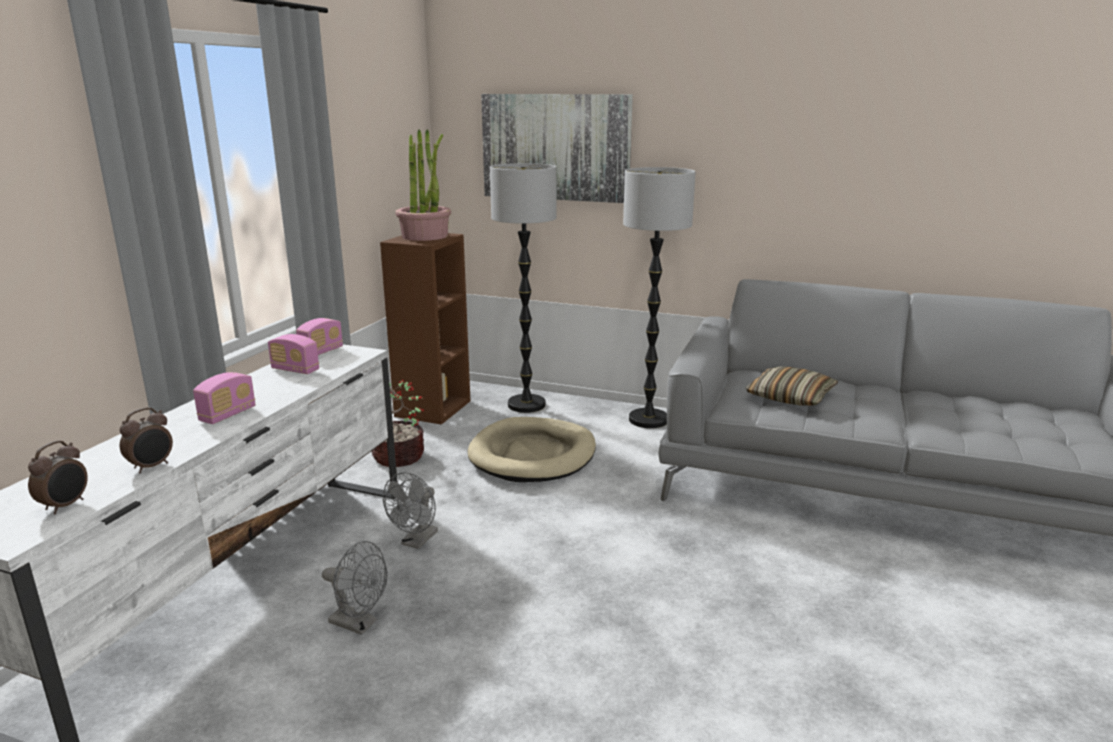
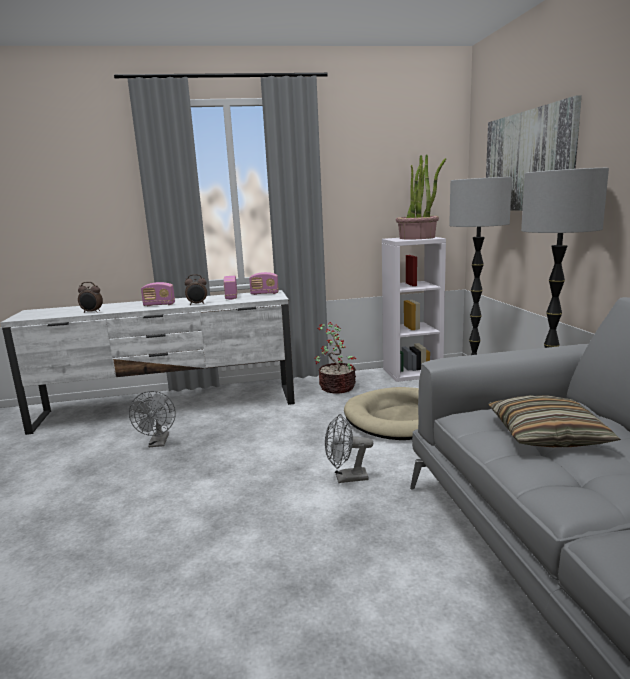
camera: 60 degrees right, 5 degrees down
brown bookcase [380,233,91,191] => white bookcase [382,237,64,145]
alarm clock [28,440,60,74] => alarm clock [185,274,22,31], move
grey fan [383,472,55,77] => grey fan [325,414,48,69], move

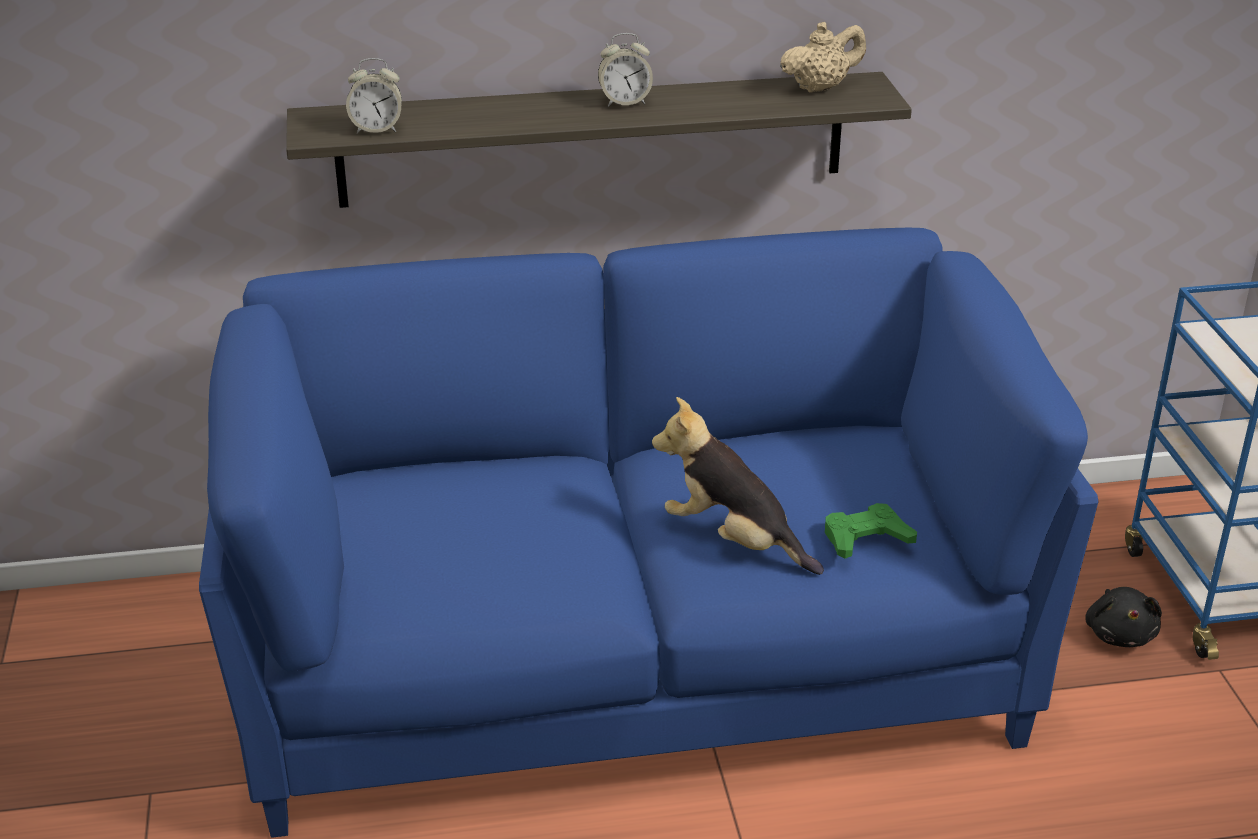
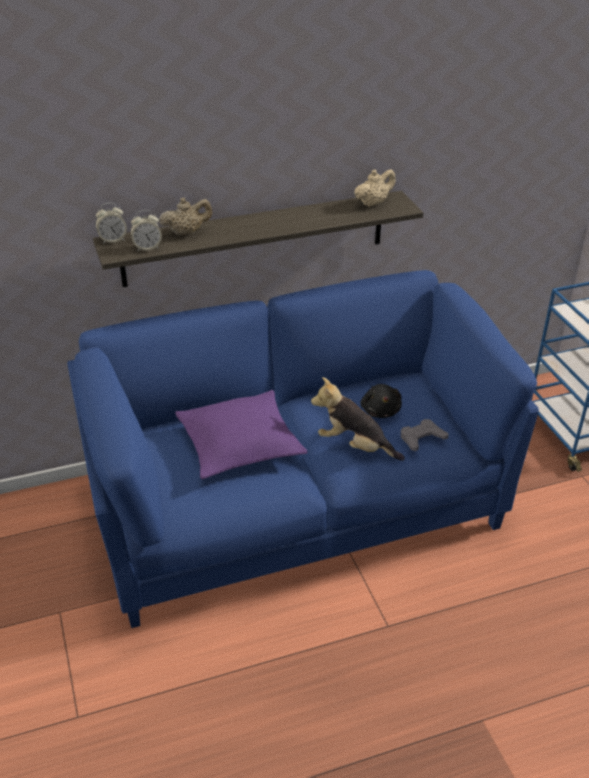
camera: 10 degrees left, 5 degrees up
alarm clock [598,33,55,74] => alarm clock [96,203,31,41], move
green game controller [825,503,92,56] => grey game controller [401,419,47,32]
black plush toy [1085,587,77,60] => black plush toy [360,384,42,34], move
nothing => beige teapot [159,198,53,38]
nothing => purple pillow [175,390,133,89]

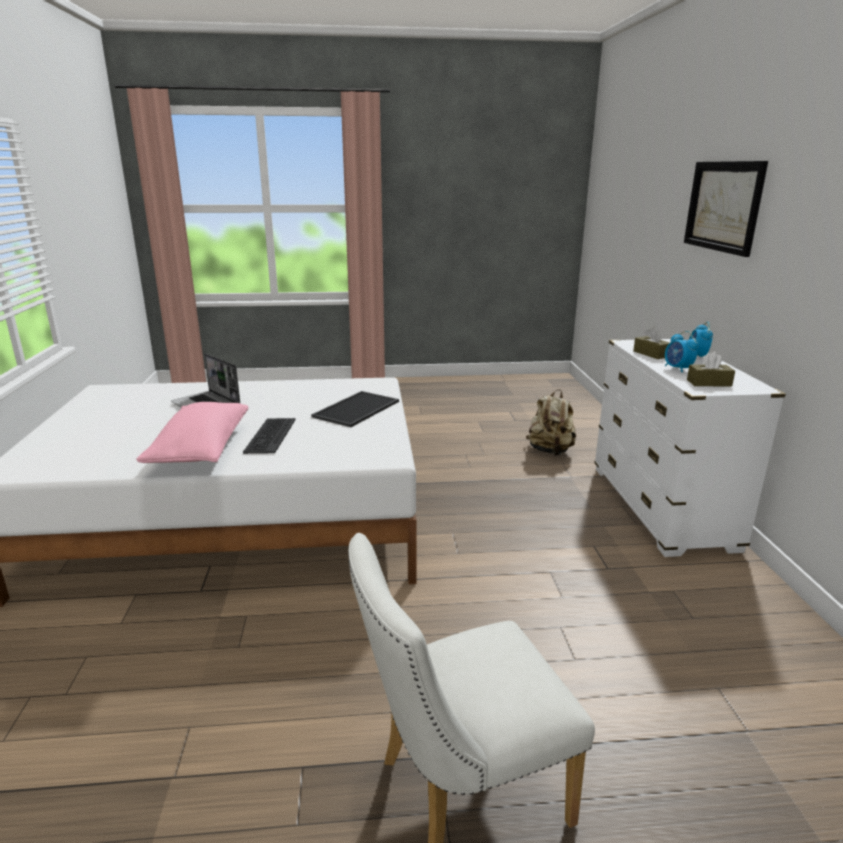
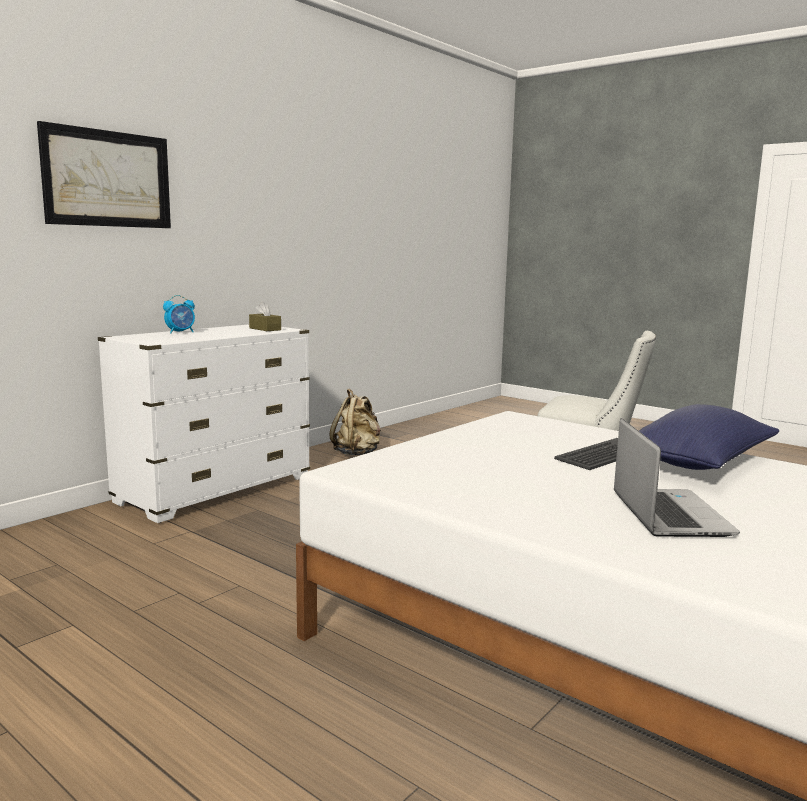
camera: 135 degrees left, 10 degrees down
brown tissue box [633,327,37,32] => nothing
alarm clock [665,331,33,42] => nothing
beige backpack [526,389,50,67] => beige backpack [330,389,51,66], move
tray [311,391,88,36] => nothing
pink pillow [136,402,112,61] => blue pillow [639,404,140,66]

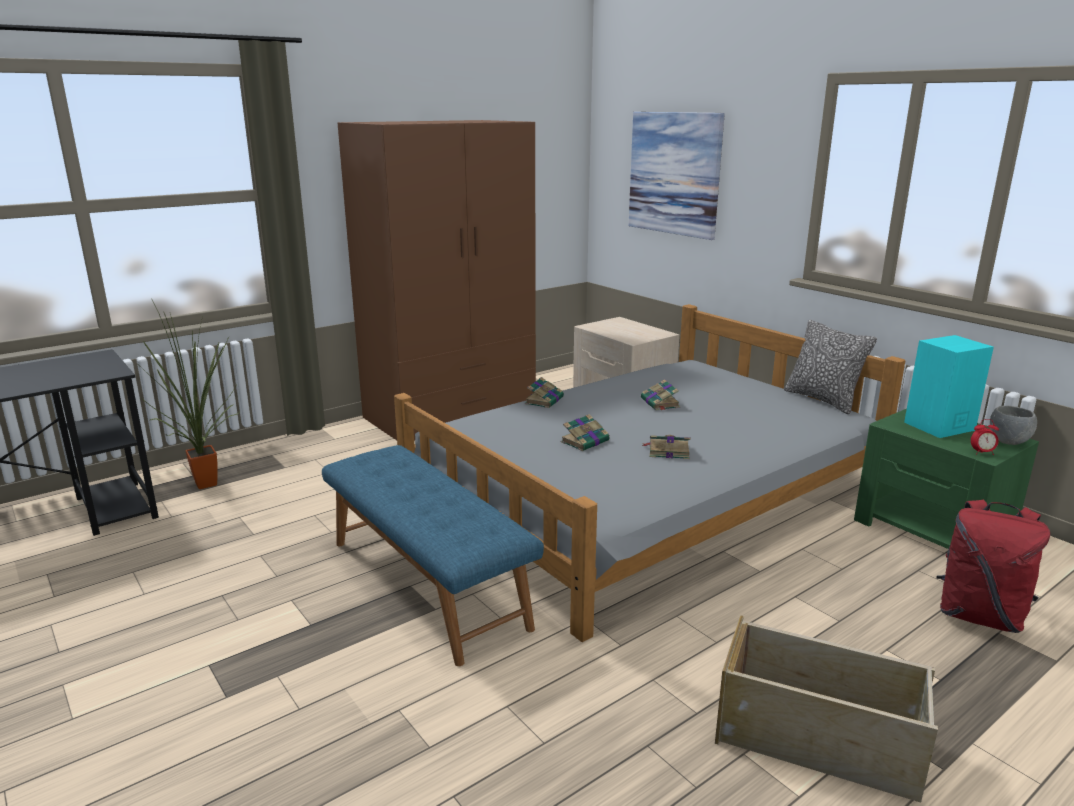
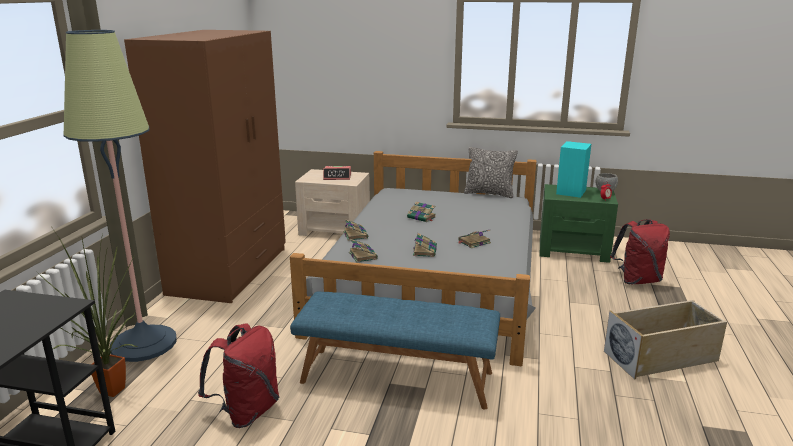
camera: 40 degrees left, 0 degrees up
picture [629,112,96,128] => nothing
nothing => floor lamp [63,30,114,332]
nothing => alarm clock [323,166,28,14]
nothing => book [349,239,29,24]
nothing => red backpack [198,323,81,105]

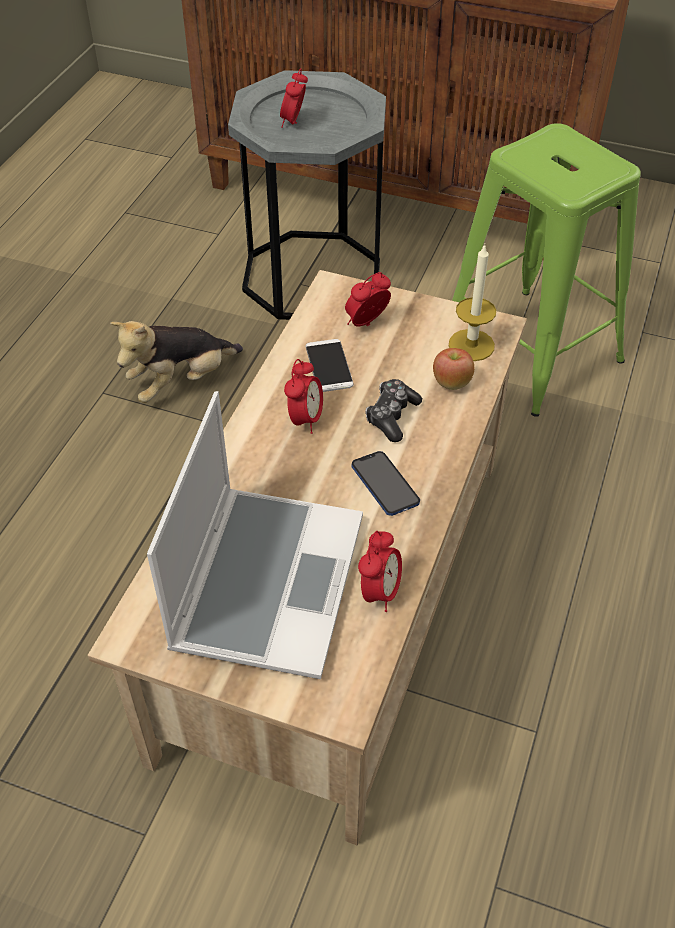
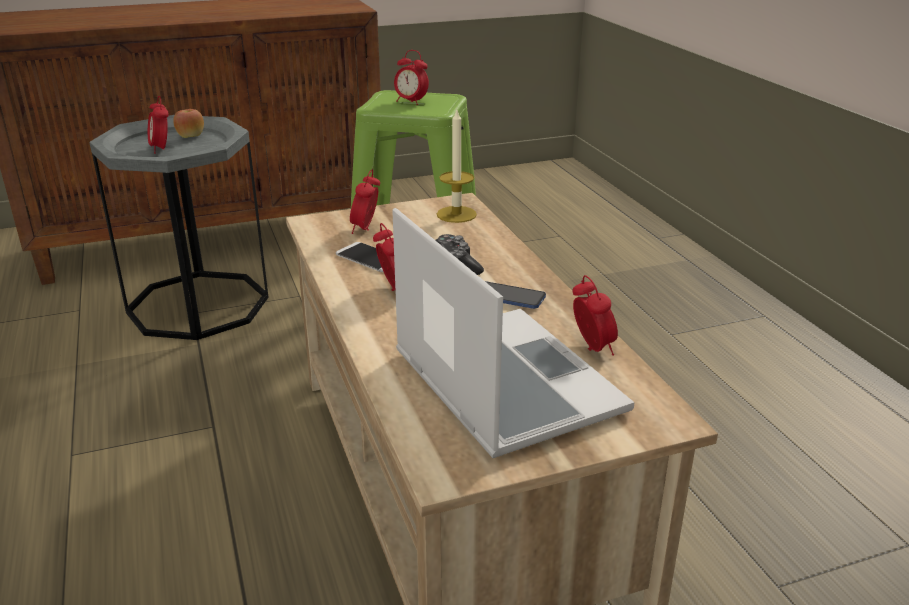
camera: 40 degrees left, 20 degrees down
plush toy [110,321,133,82] => nothing
apple [433,348,41,42] => apple [173,109,31,29], move
nothing => alarm clock [394,50,35,55]

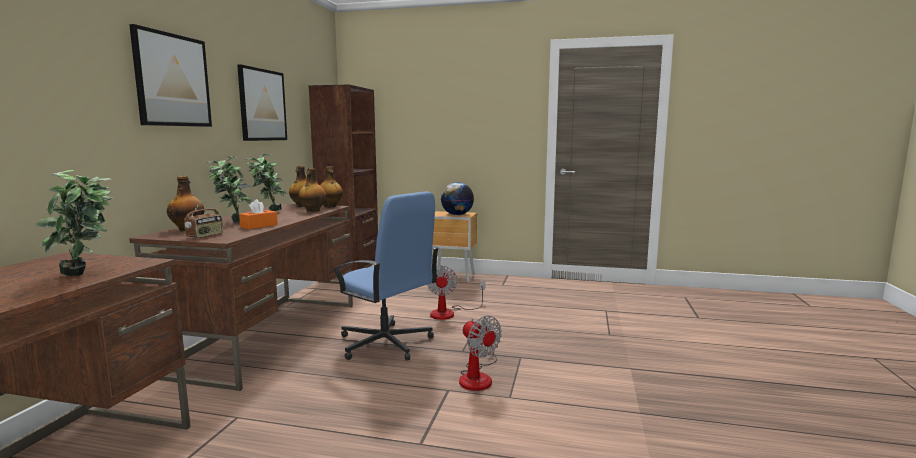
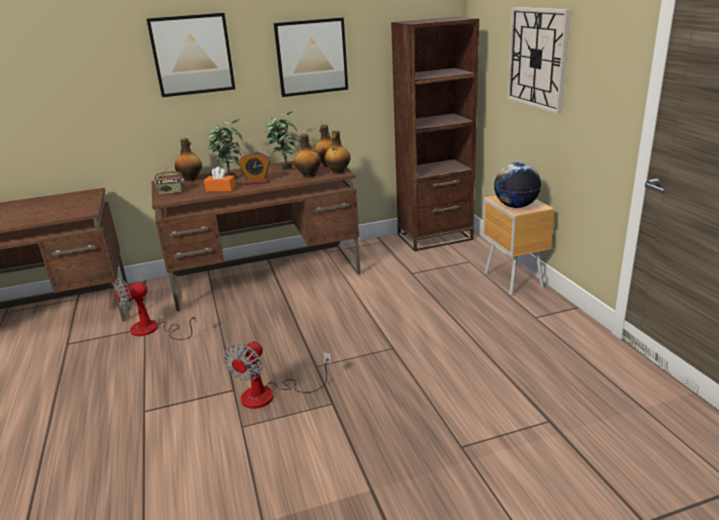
camera: 60 degrees right, 15 degrees up
potted plant [35,170,78,106] => nothing
blue office chair [332,192,107,169] => nothing
fan [427,266,58,54] => fan [114,279,83,61], move
nothing => wall clock [507,7,64,107]
nothing => alarm clock [238,151,32,34]

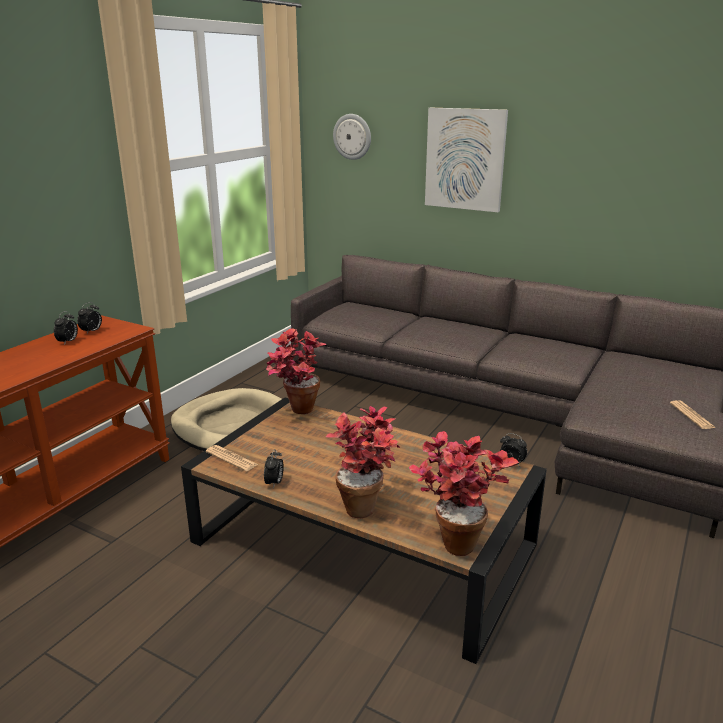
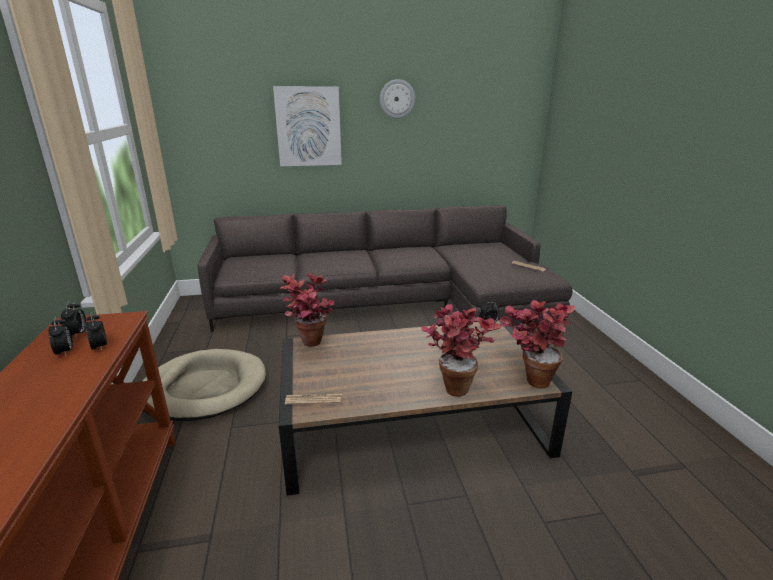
camera: 40 degrees left, 0 degrees up
wall clock [333,114,38,46] => wall clock [380,79,35,40], move
alarm clock [264,449,20,40] => alarm clock [85,312,22,39], move

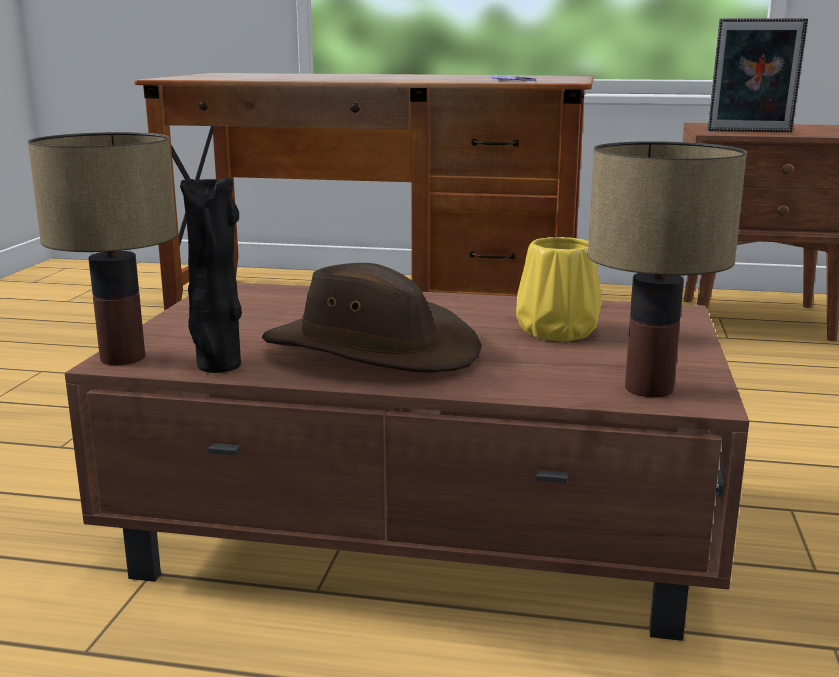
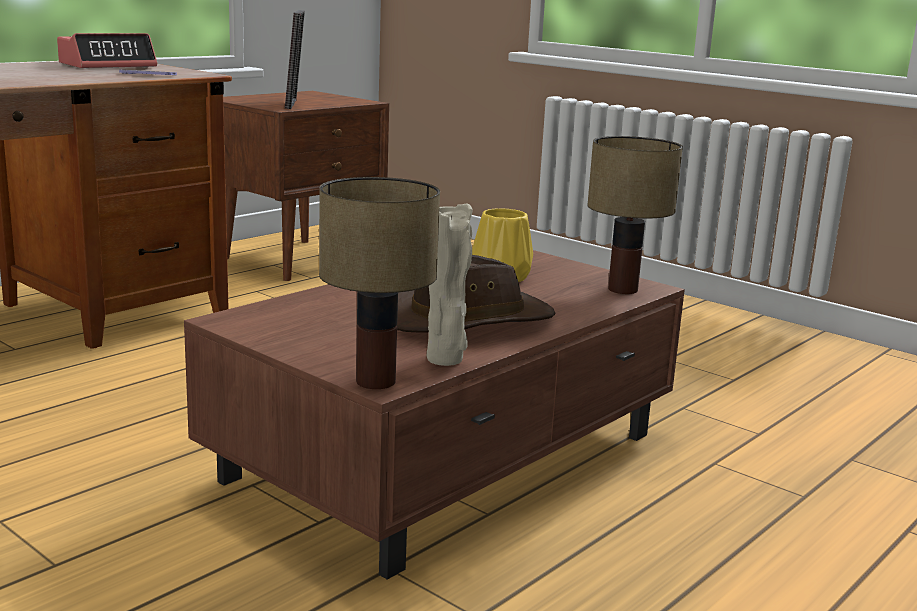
camera: 60 degrees left, 0 degrees up
picture frame [707,18,101,114] => picture frame [285,10,20,99], 45 degrees counterclockwise
black vase [180,177,62,196] => beige vase [427,204,46,162]
nothing => alarm clock [57,33,100,36]

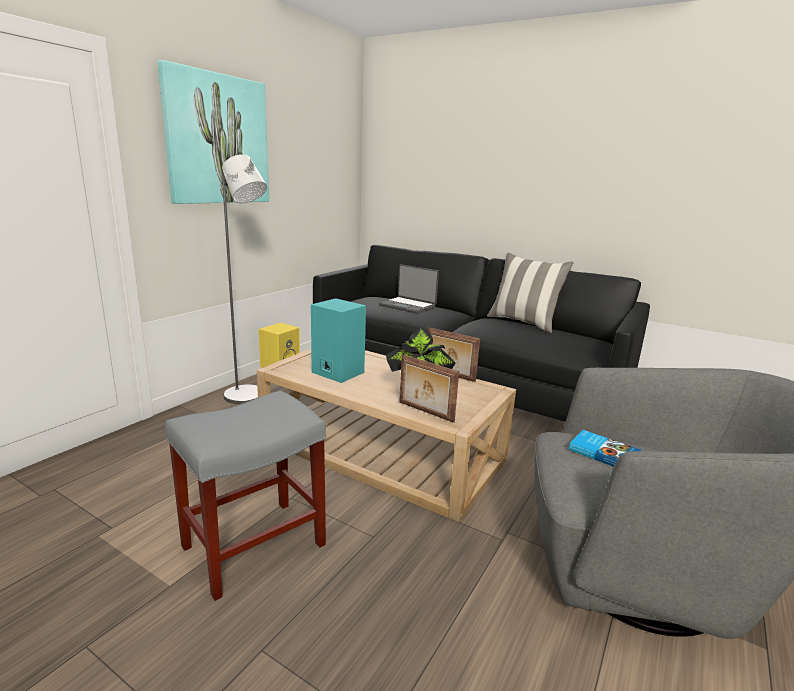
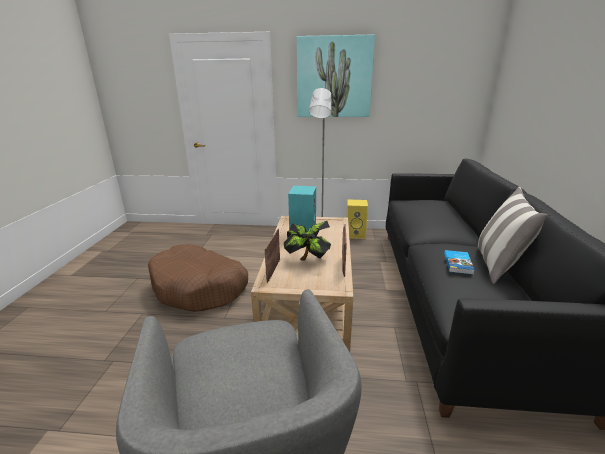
camera: 65 degrees right, 5 degrees up
laptop [379,264,60,50] => nothing
grey stool [165,391,161,210] => brown dog bed [148,244,100,68]
book [569,430,73,37] => book [444,250,31,25], move

